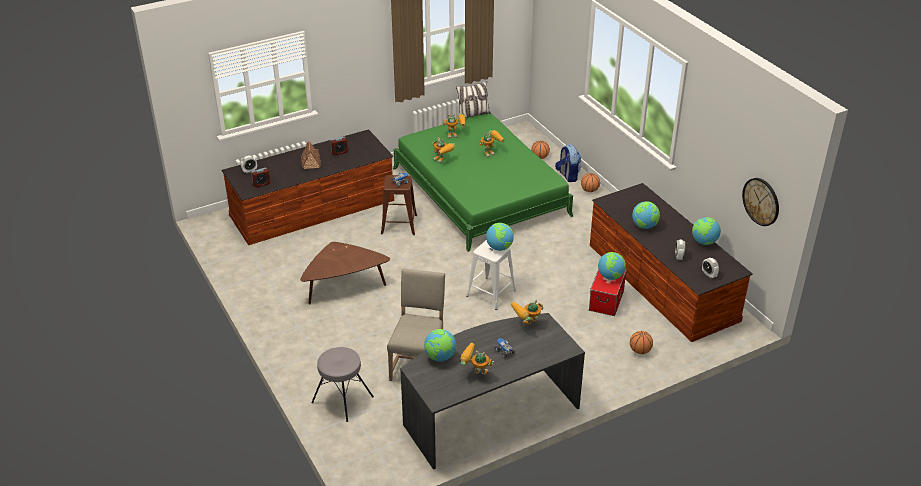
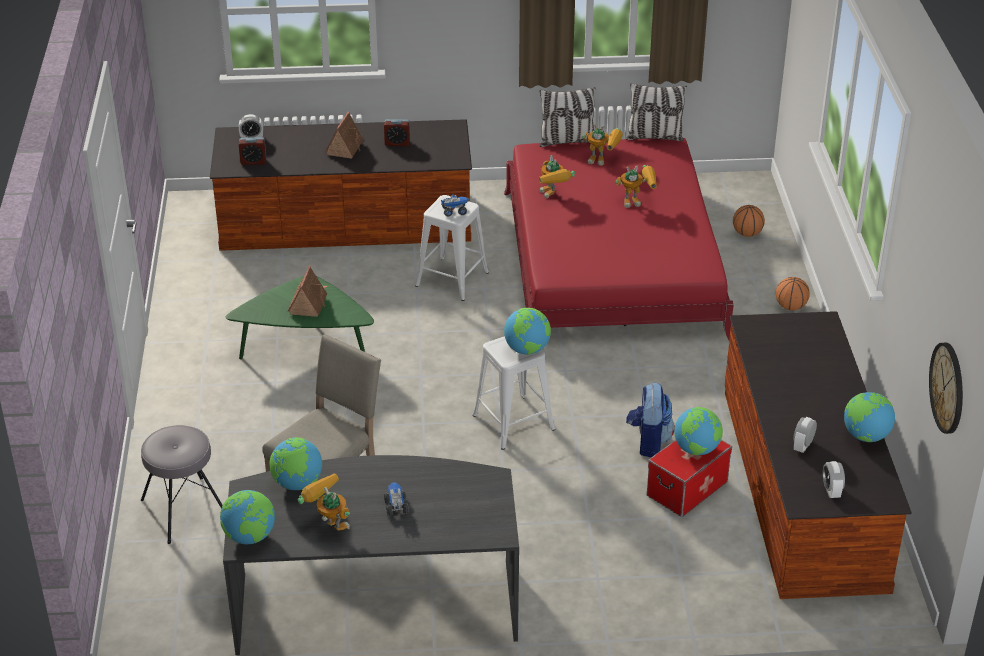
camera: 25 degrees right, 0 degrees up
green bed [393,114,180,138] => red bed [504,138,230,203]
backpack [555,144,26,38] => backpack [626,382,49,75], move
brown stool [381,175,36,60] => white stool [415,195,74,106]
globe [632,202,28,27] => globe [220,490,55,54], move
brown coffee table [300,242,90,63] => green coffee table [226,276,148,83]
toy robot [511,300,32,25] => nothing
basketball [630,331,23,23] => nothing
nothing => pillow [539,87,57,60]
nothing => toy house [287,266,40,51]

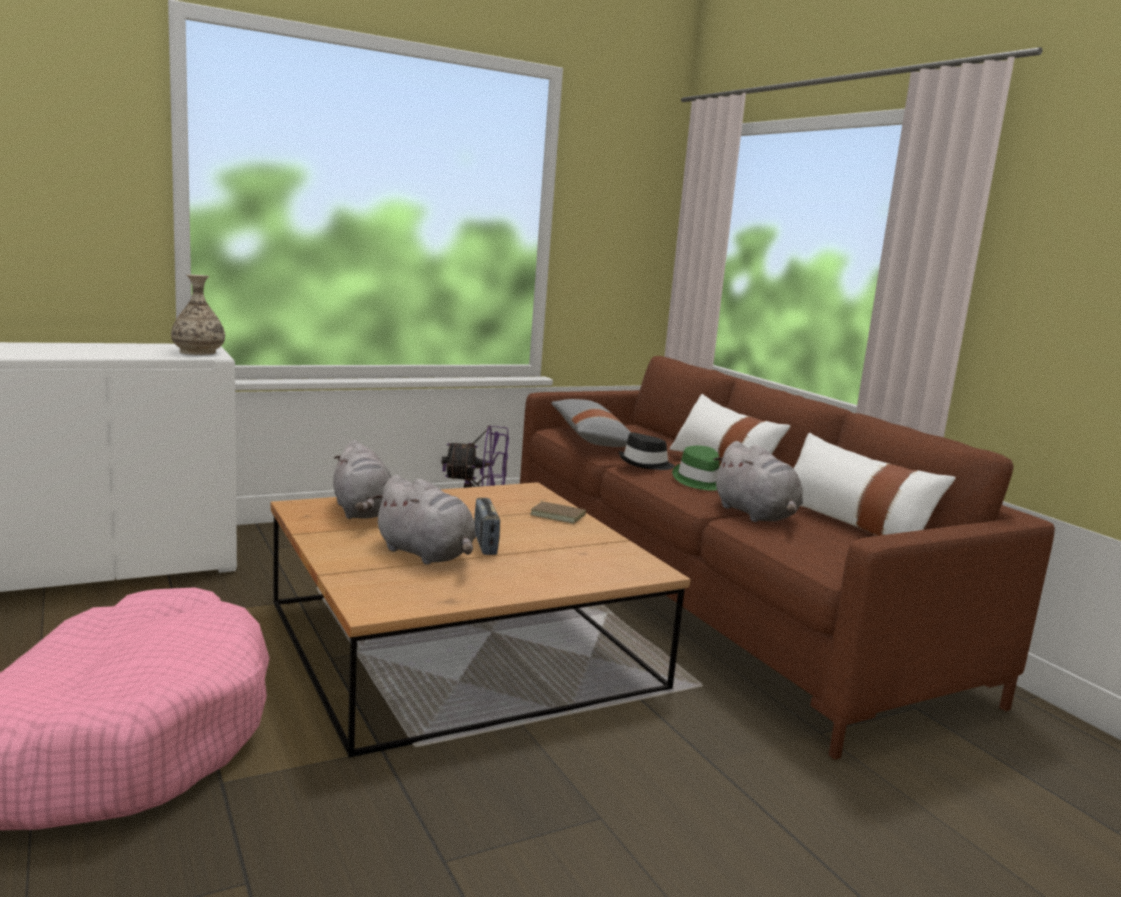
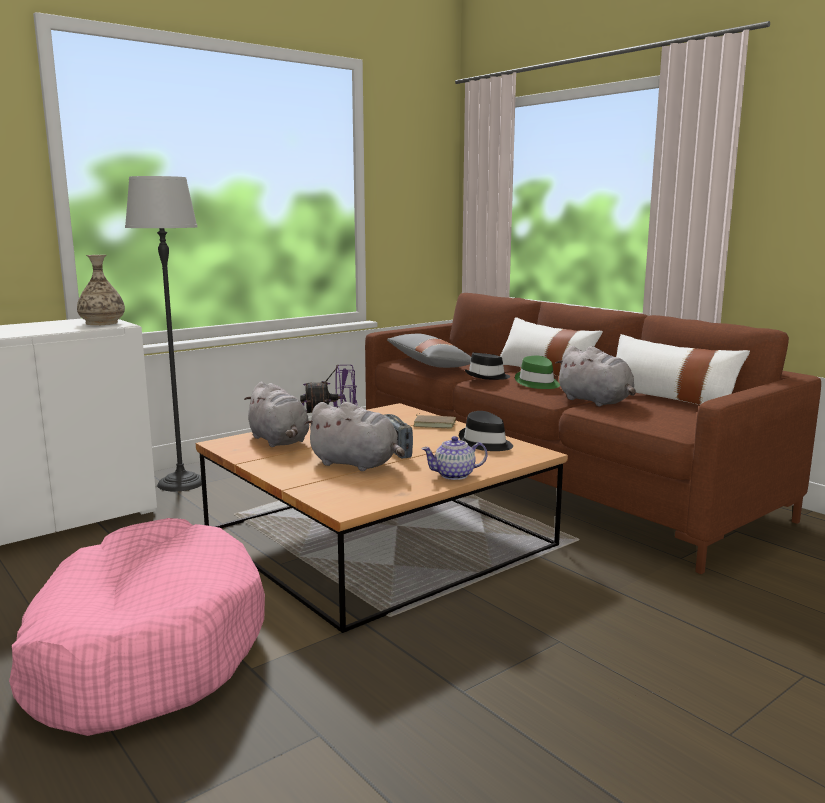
camera: 10 degrees left, 0 degrees up
nothing => floor lamp [125,176,77,316]
nothing => black hat [459,411,54,40]
nothing => teapot [421,436,66,44]

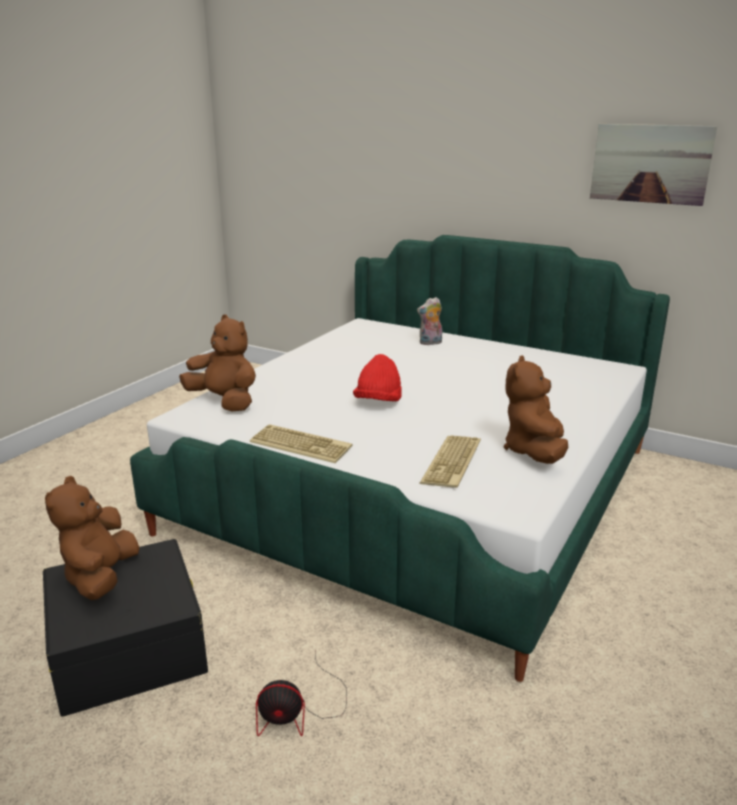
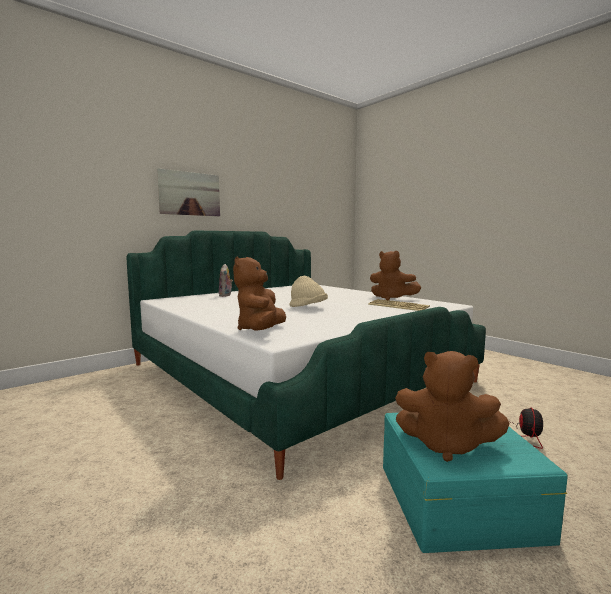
camera: 70 degrees left, 15 degrees down
picture [590,124,127,82] => picture [157,168,63,48], move
brown plush toy [179,314,77,97] => brown plush toy [233,256,53,75], 45 degrees counterclockwise
red hat [353,354,49,47] => beige hat [289,276,39,31]
keyboard [250,424,102,39] => nothing
black storage box [43,539,165,178] => turquoise storage box [383,413,185,140]

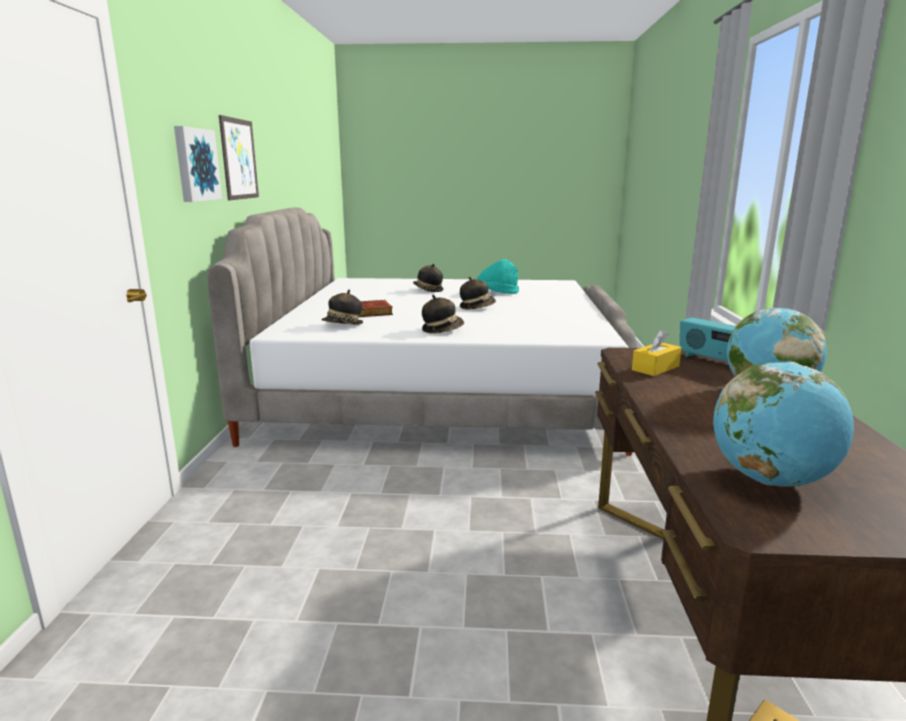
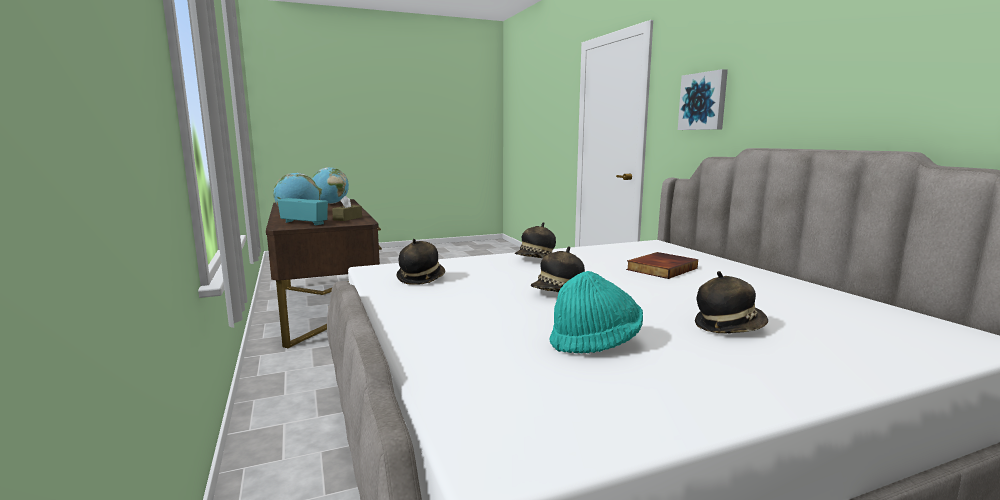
camera: 155 degrees right, 5 degrees down
picture [219,115,40,85] => nothing
hat [322,289,41,36] => hat [396,239,49,46], move
yellow tissue box [632,329,50,47] => brown tissue box [332,195,30,26]

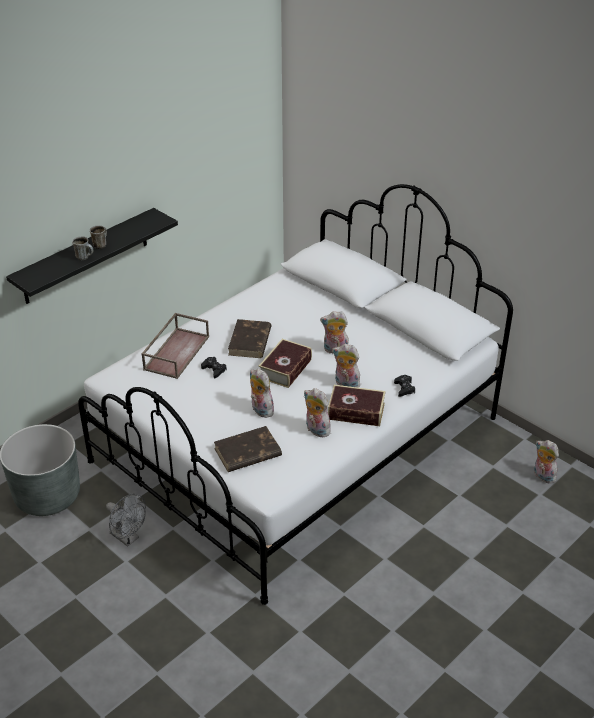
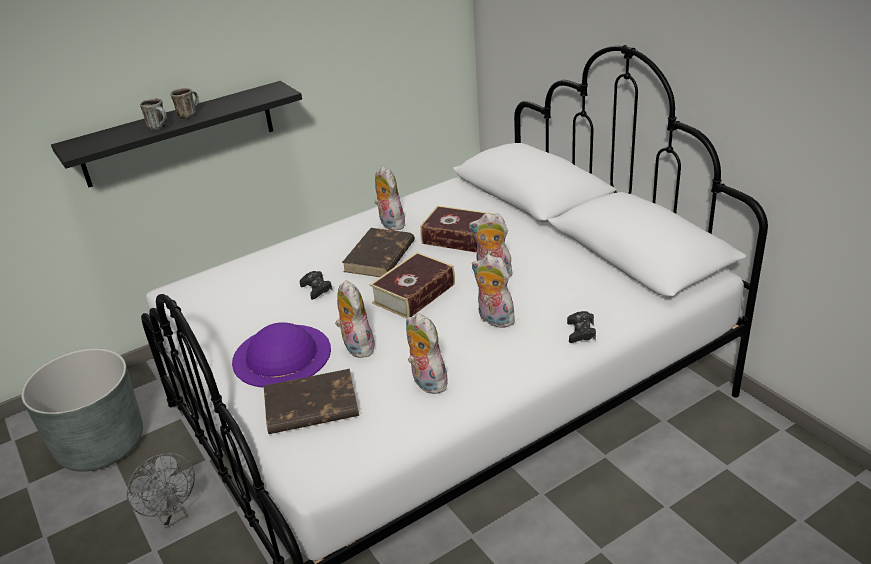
camera: 15 degrees right, 5 degrees down
brown tray [142,313,67,66] => nothing
book [328,385,58,41] => book [420,205,75,48], move
plush toy [534,440,25,44] => plush toy [374,166,31,64], move
nothing => purple hat [232,322,99,66]

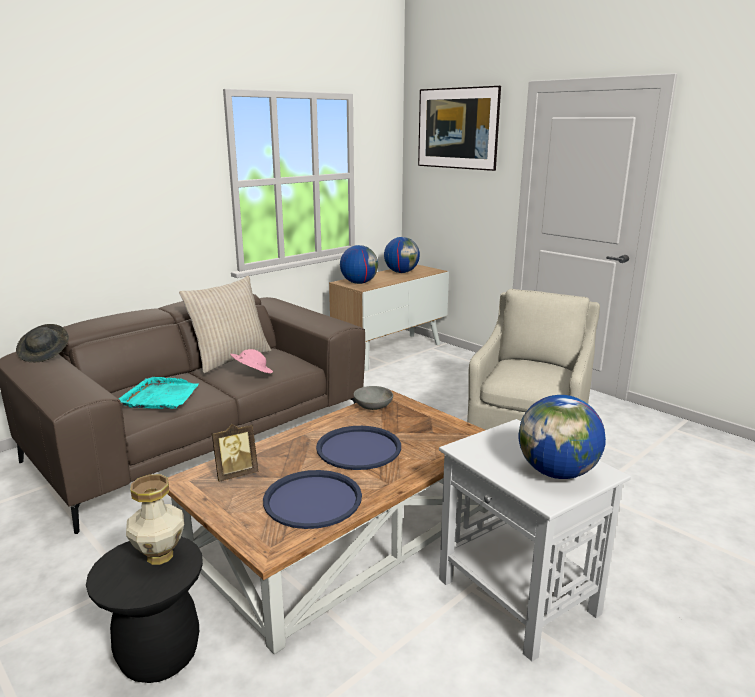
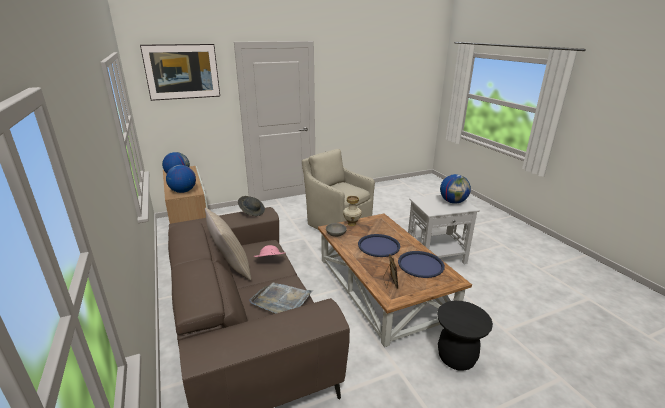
camera: 70 degrees left, 5 degrees up
grey hat [16,324,53,38] => grey hat [238,196,27,20], move
turquoise tray [119,377,80,32] => grey tray [249,283,64,31]
vase [126,474,58,91] => vase [343,196,19,30], move

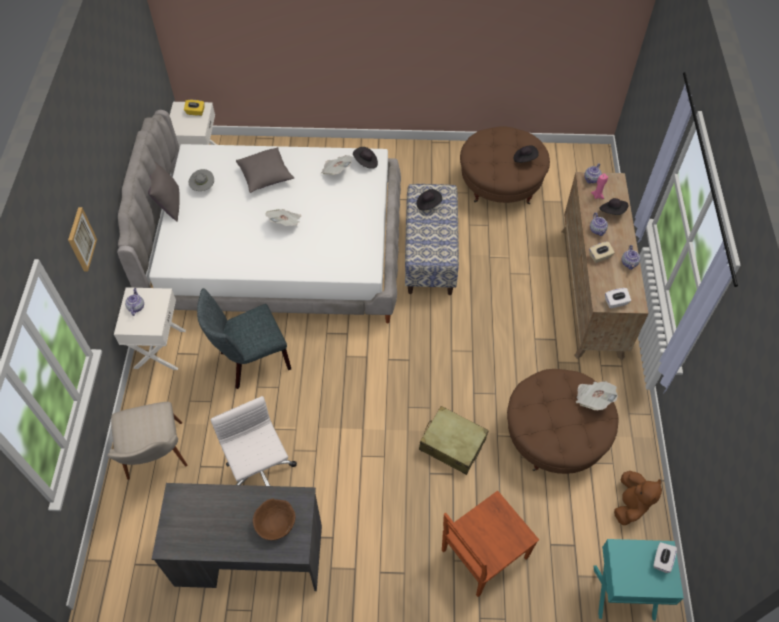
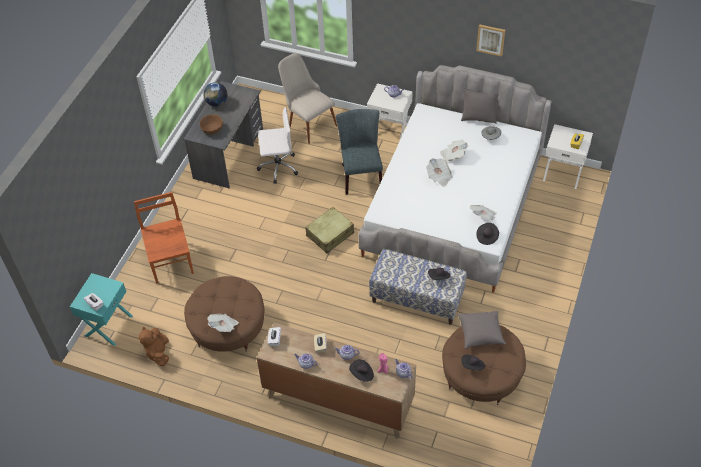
camera: 110 degrees right, 5 degrees down
grey pillow [236,147,58,46] => grey pillow [457,311,49,38], move
picture [68,207,29,65] => picture [476,24,29,33], move
beige chair [107,402,80,78] => beige chair [278,53,59,91], 45 degrees clockwise
beige suitcase [419,406,70,69] => beige suitcase [305,207,49,46], move
brown plush toy [614,471,48,54] => brown plush toy [139,327,30,39], 45 degrees clockwise
nothing => globe [203,82,24,25]
nothing => newspaper [440,140,28,22]

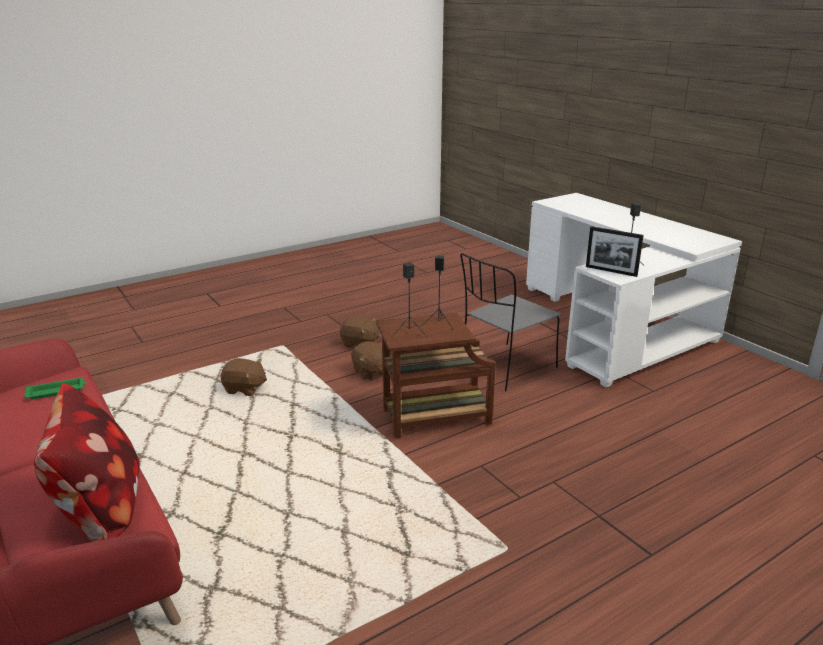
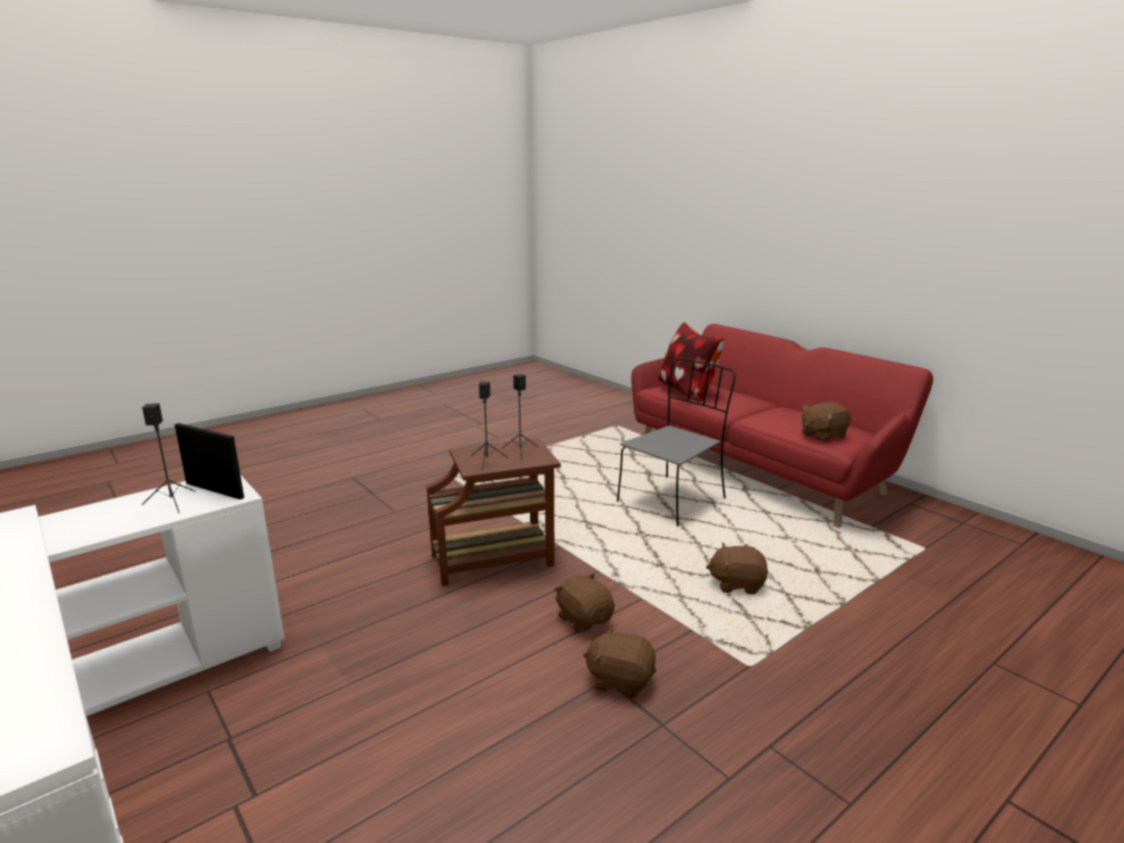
camera: 175 degrees right, 5 degrees down
grey chair [460,253,101,138] => grey chair [617,358,119,169], move
green tray [24,378,62,21] => brown plush toy [802,402,49,40]

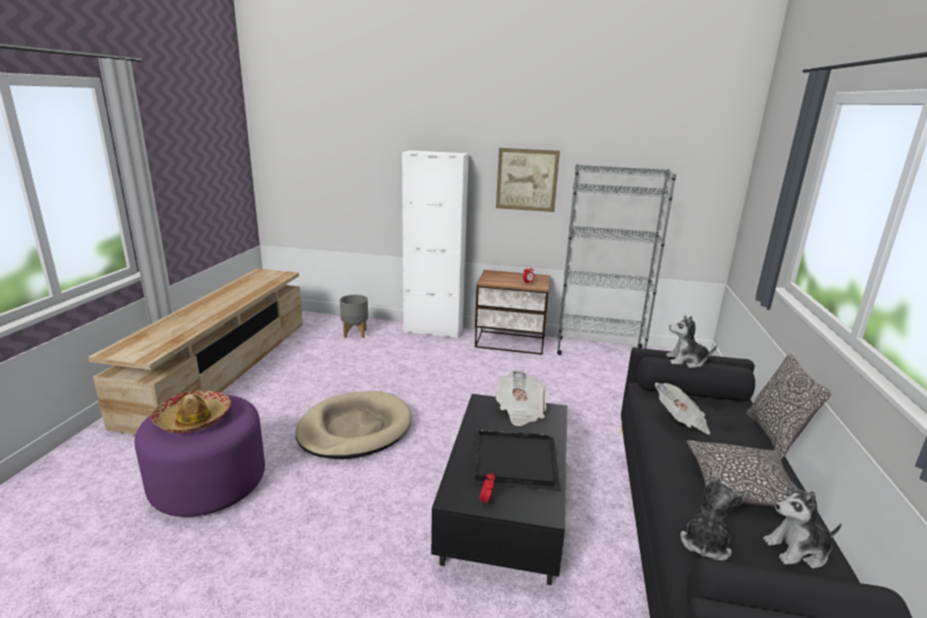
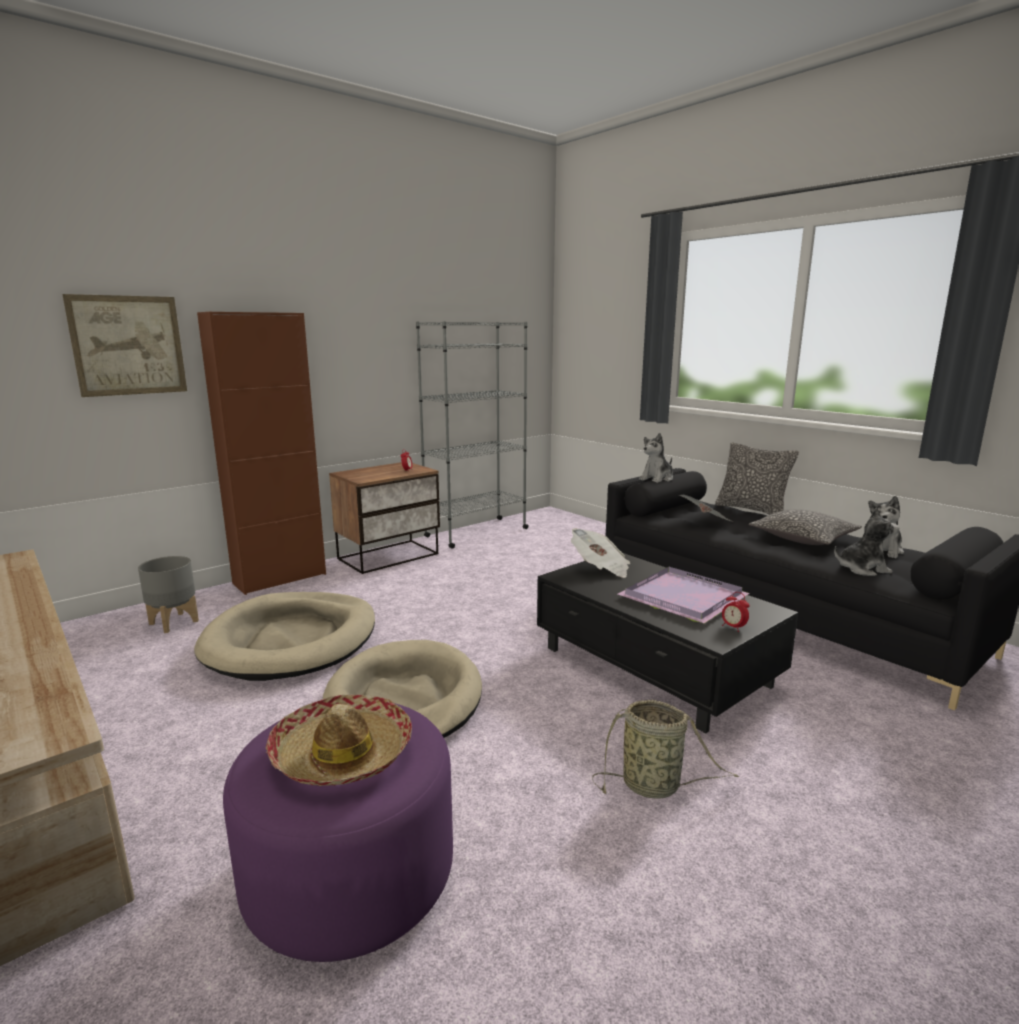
camera: 50 degrees left, 5 degrees down
picture [496,148,64,64] => picture [62,294,125,103], move
white cabinet [402,150,67,189] => brown cabinet [197,312,129,283]
black tray [469,430,92,61] => purple tray [618,567,132,56]
plush toy [681,476,66,85] => plush toy [834,507,65,69], 105 degrees clockwise
nothing => beige dog bed [194,592,181,89]
nothing => basket [592,700,147,98]

